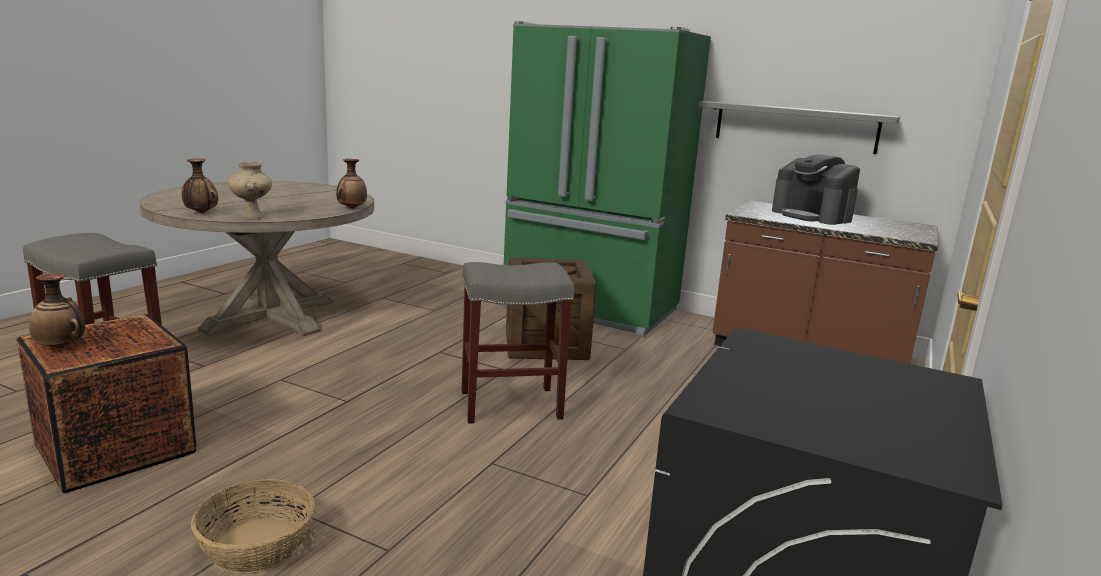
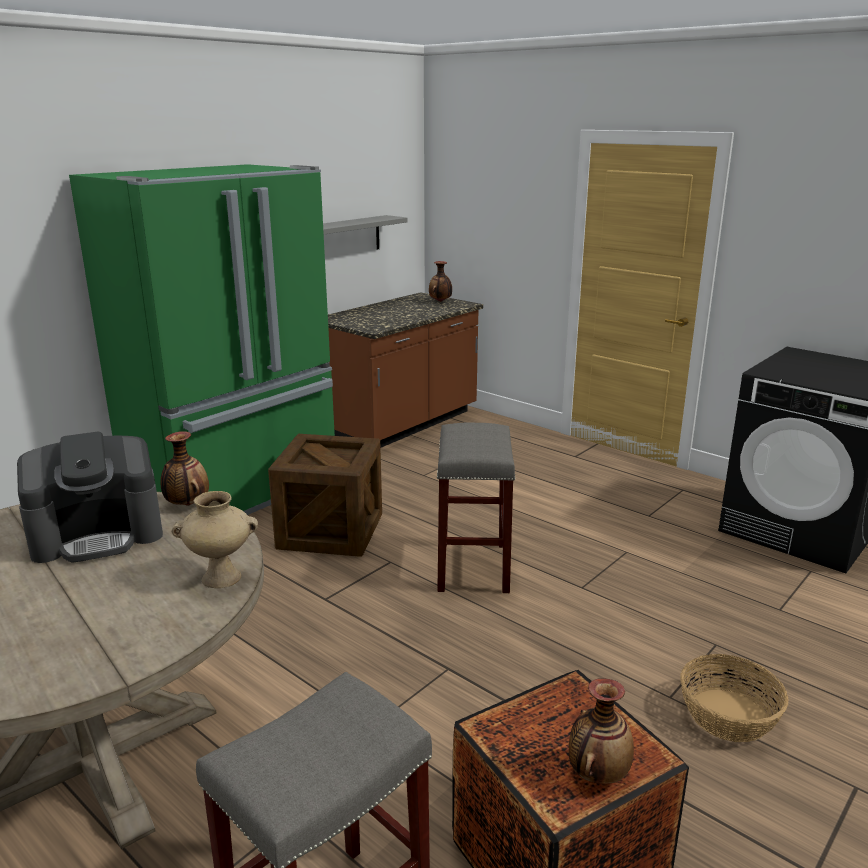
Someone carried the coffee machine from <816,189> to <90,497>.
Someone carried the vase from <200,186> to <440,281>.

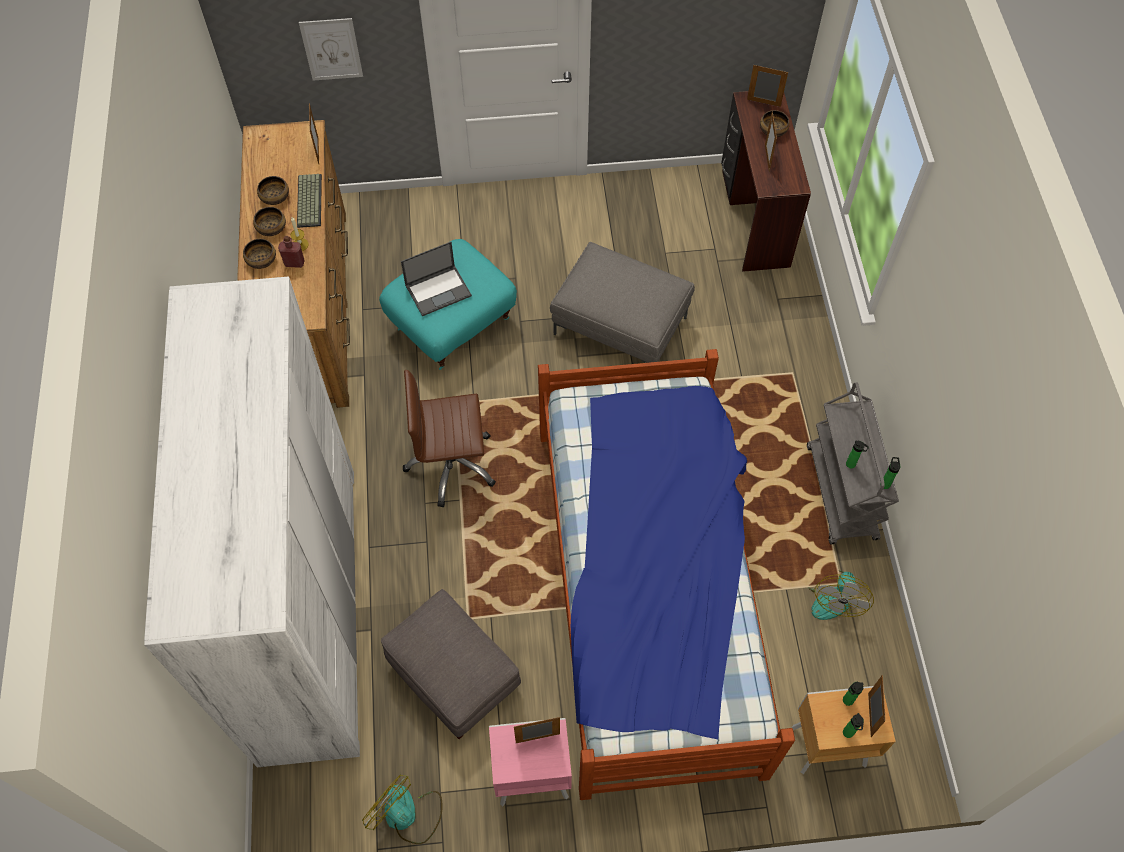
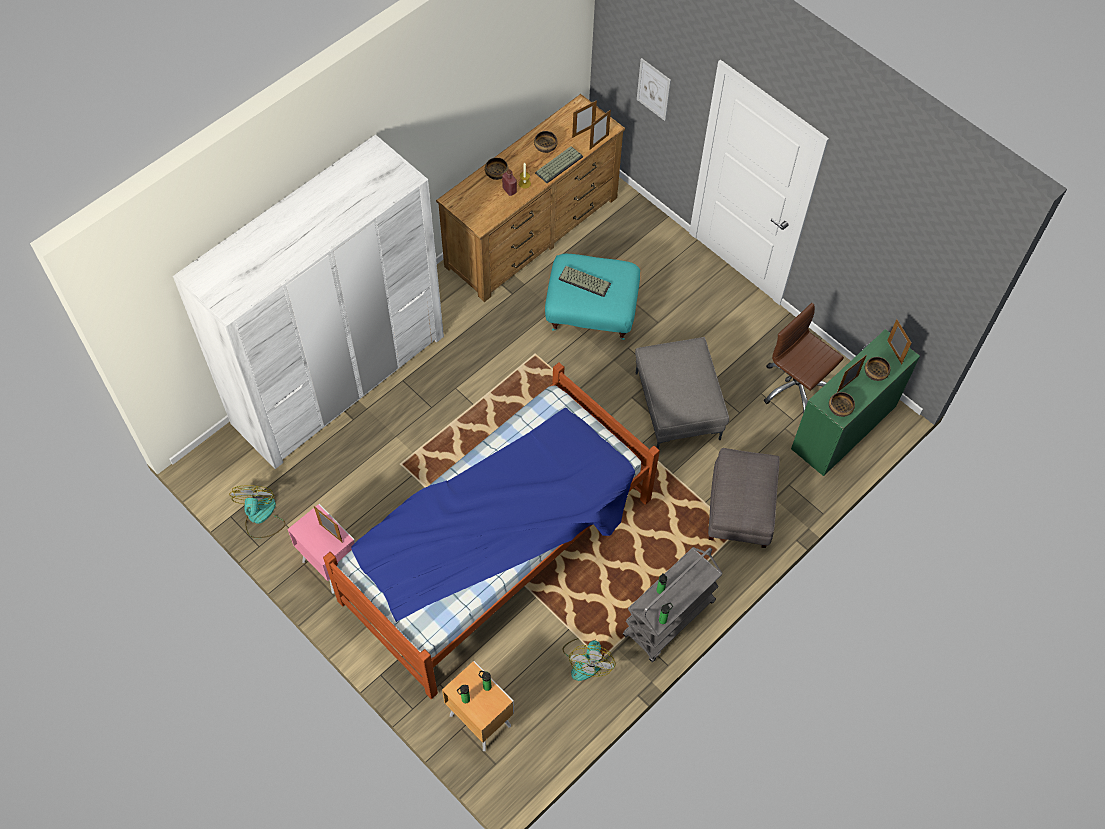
Someone repainted the desk in brown at <766,181>, which became the desk in green at <855,402>.
Someone carried the bowl from <269,221> to <842,404>.
Someone swapped the laptop at <436,279> for the keyboard at <584,281>.
Someone carried the office chair in brown from <449,438> to <804,358>.
Someone rotated the fan at <841,595> by 60 degrees counterclockwise.
Someone carried the ottoman in grey from <451,664> to <744,498>.
Someone carried the picture frame from <877,706> to <584,119>.

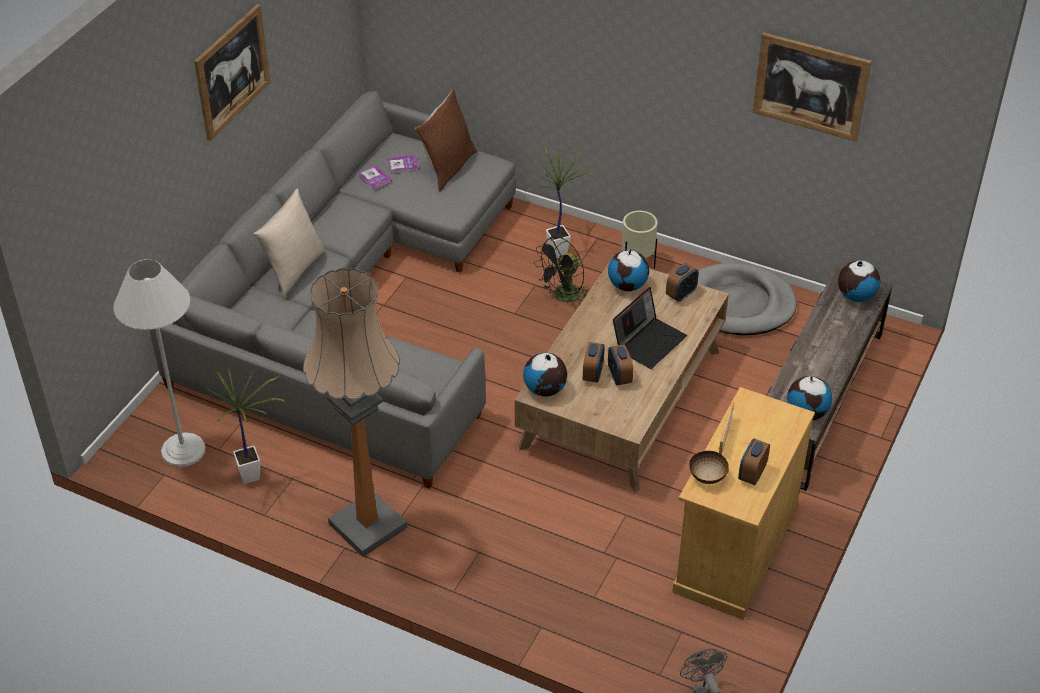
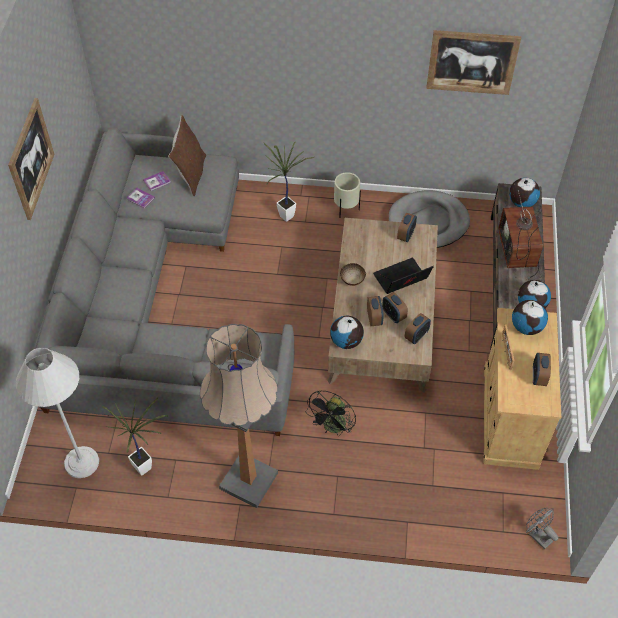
Someone took away the pillow in beige at <289,242>.
Someone carried the fan in black from <561,270> to <330,413>.
Someone carried the globe from <628,270> to <530,317>.
Someone rotated the laptop at <650,328> by 135 degrees counterclockwise.
Someone carried the bowl from <709,467> to <353,274>.
Someone put down the television at <521,234>.
Someone put down the alarm clock at <418,328>.

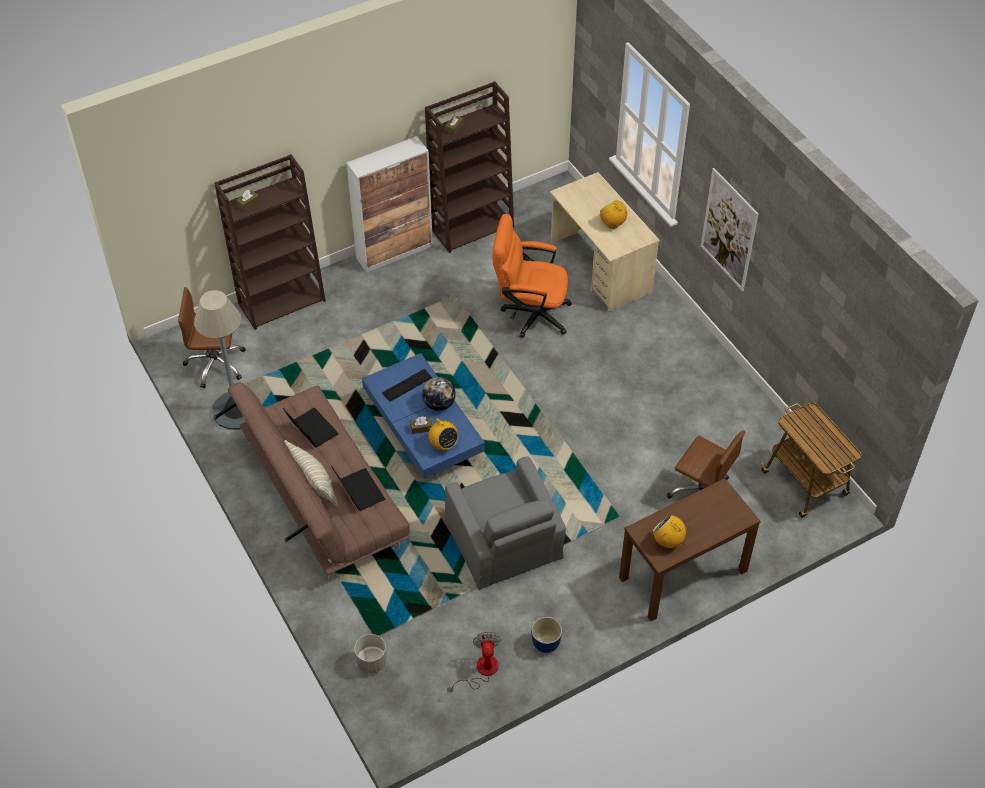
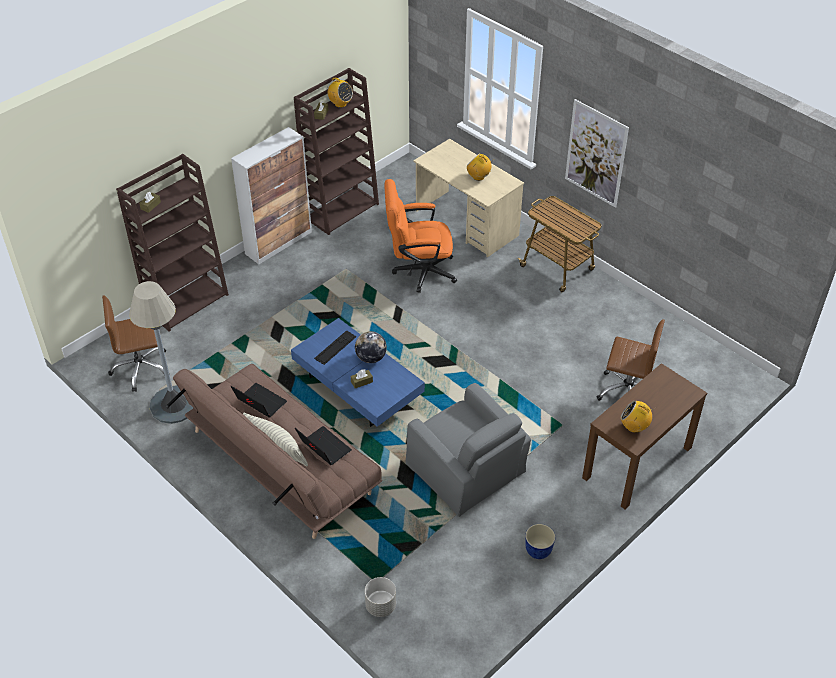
Someone carried the cart from <810,460> to <559,244>.
Someone carried the radio from <442,434> to <340,93>.
Someone took away the fan at <474,662>.

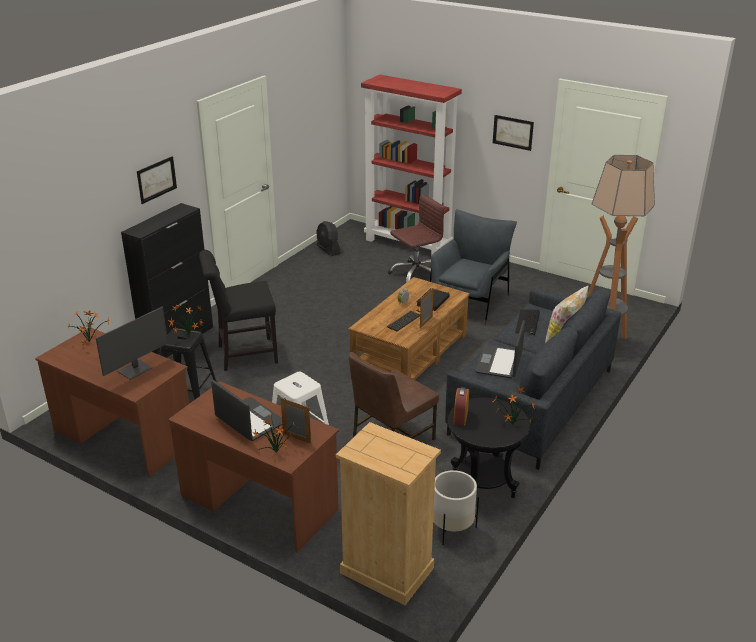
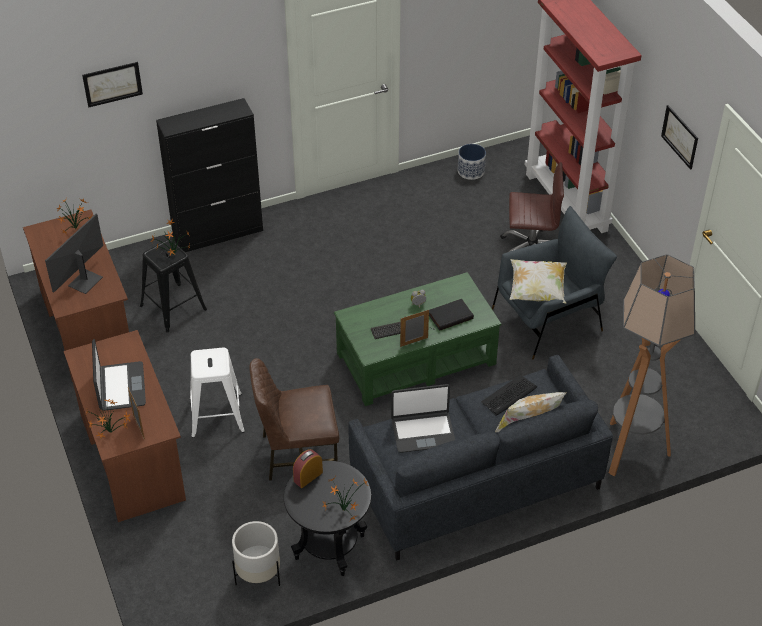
Someone carried the picture from <157,180> to <112,84>.
Someone swapped the fan in black at <328,238> for the planter at <472,162>.
Someone took away the chair in black at <238,310>.
Someone repainted the coffee table in brown at <409,328>, which became the coffee table in green at <417,339>.
Someone rotated the monitor at <132,343> by 135 degrees clockwise.
Someone rotated the laptop at <500,349> by 150 degrees counterclockwise.
Someone took away the dresser in beige at <388,513>.
Someone put down the pillow at <538,281>.

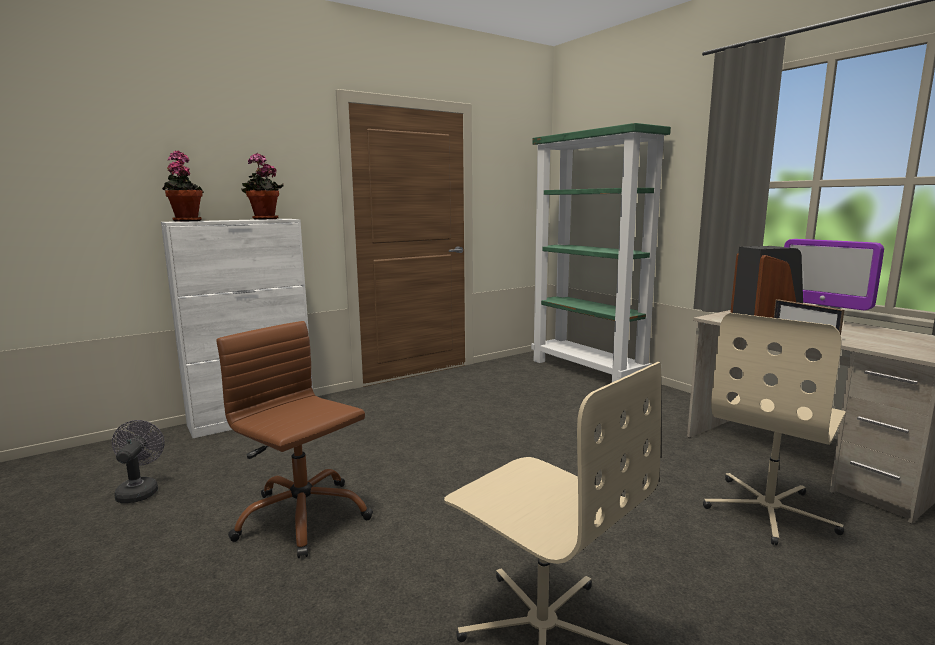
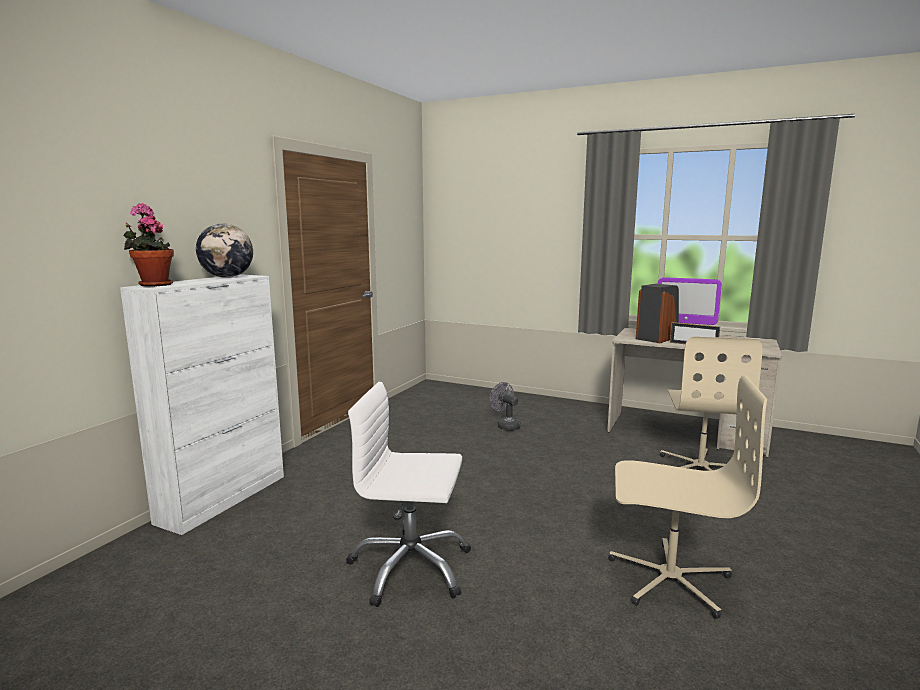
Someone took away the bookcase in green at <601,252>.
Someone swapped the potted plant at <262,186> for the globe at <224,251>.
Someone repainted the office chair in brown at <294,439>, which became the office chair in white at <408,494>.
Someone carried the fan in grey from <138,461> to <505,406>.

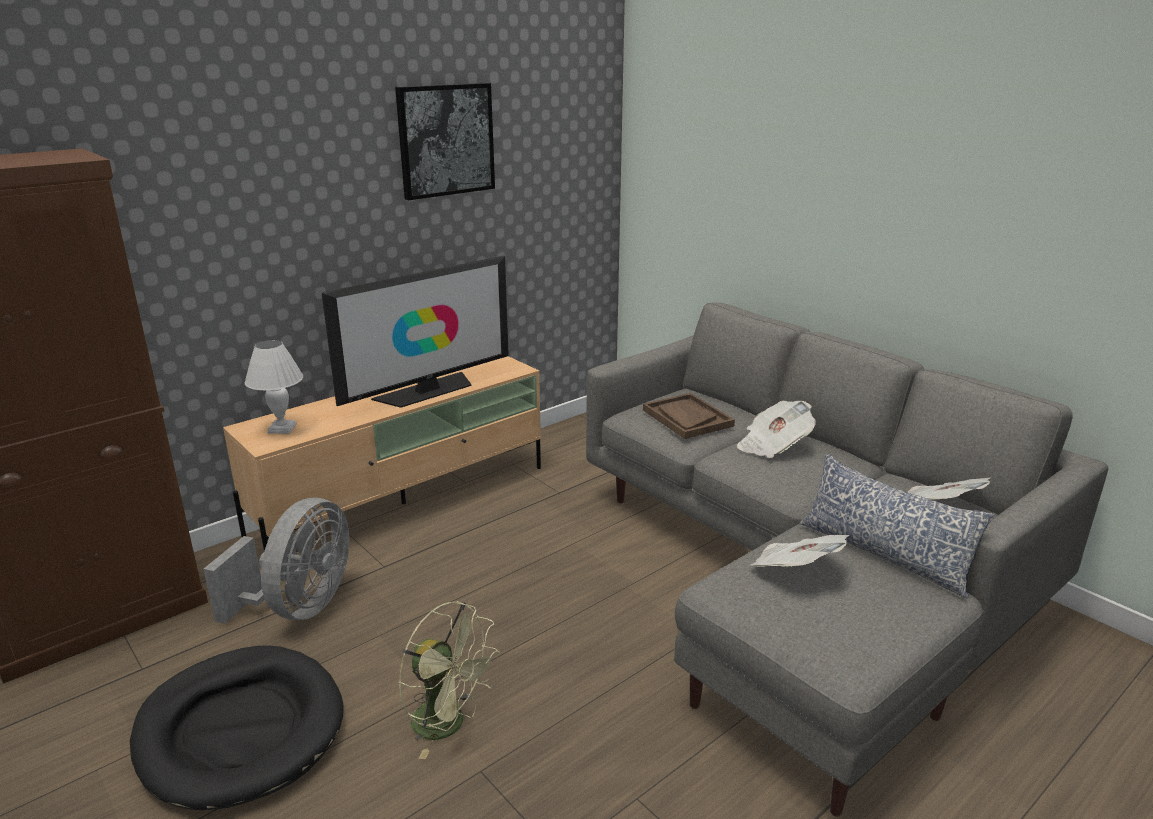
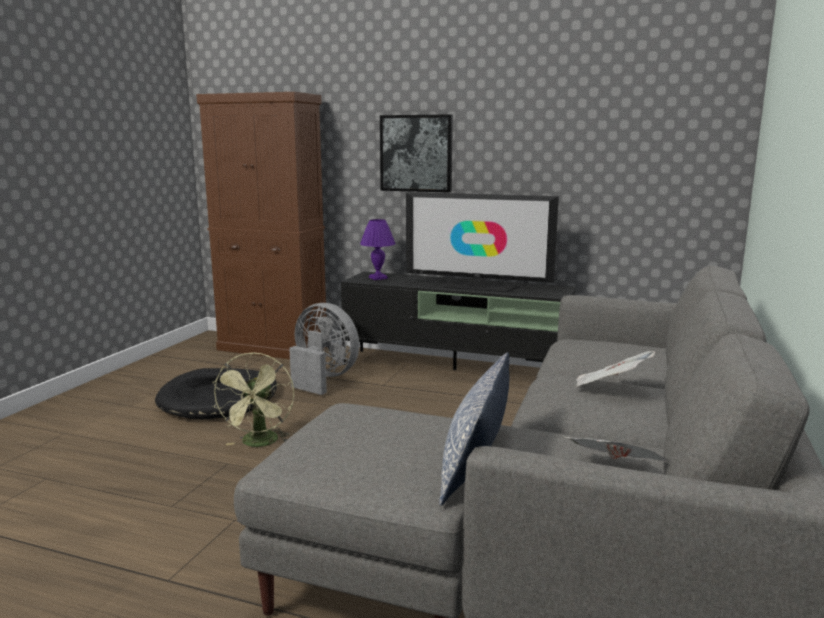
Someone carried the picture from <445,141> to <416,153>.
Someone repainted the table lamp in white at <274,387>, which became the table lamp in purple at <378,249>.
Someone repainted the tv stand in beige at <382,453>, which became the tv stand in black at <458,321>.
Someone took away the tray in brown at <689,416>.
Someone rotated the fan in grey at <276,561> by 135 degrees counterclockwise.
Someone took away the newspaper at <799,551>.

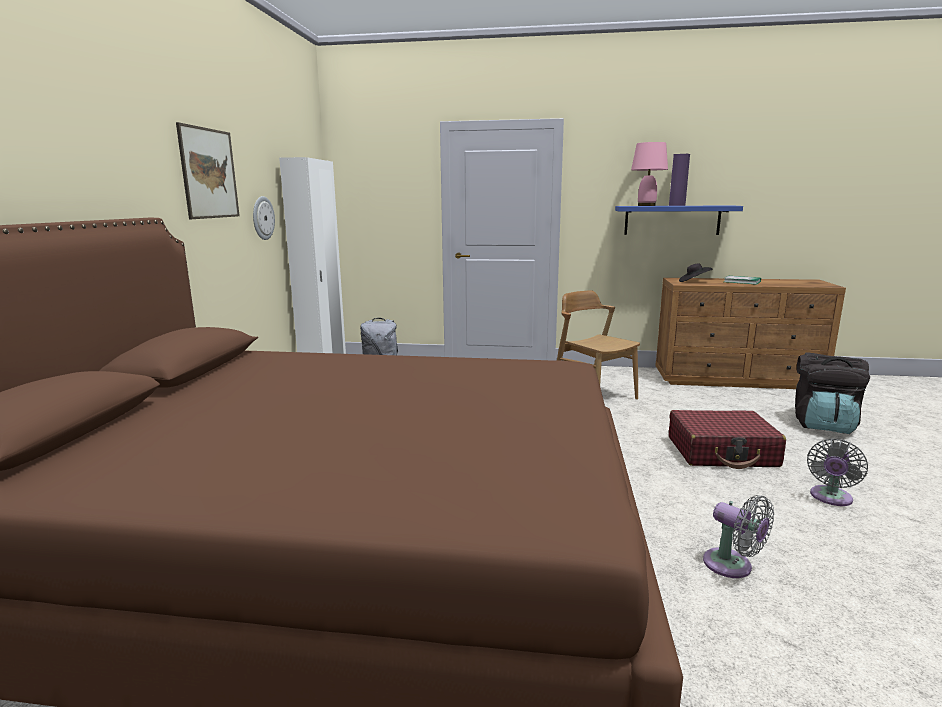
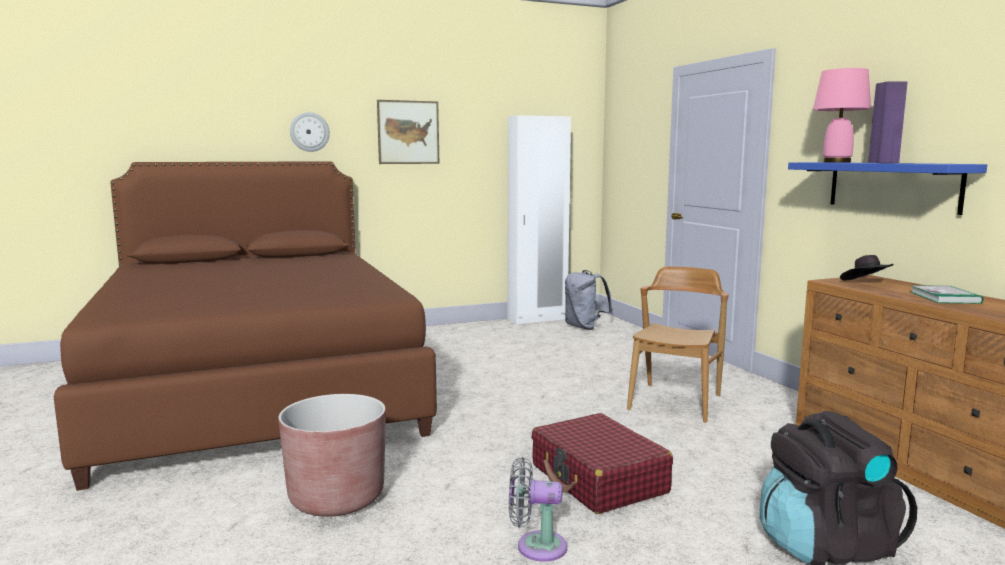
Someone carried the wall clock from <264,218> to <310,132>.
Someone swapped the fan in grey at <738,536> for the planter in brown at <332,455>.

